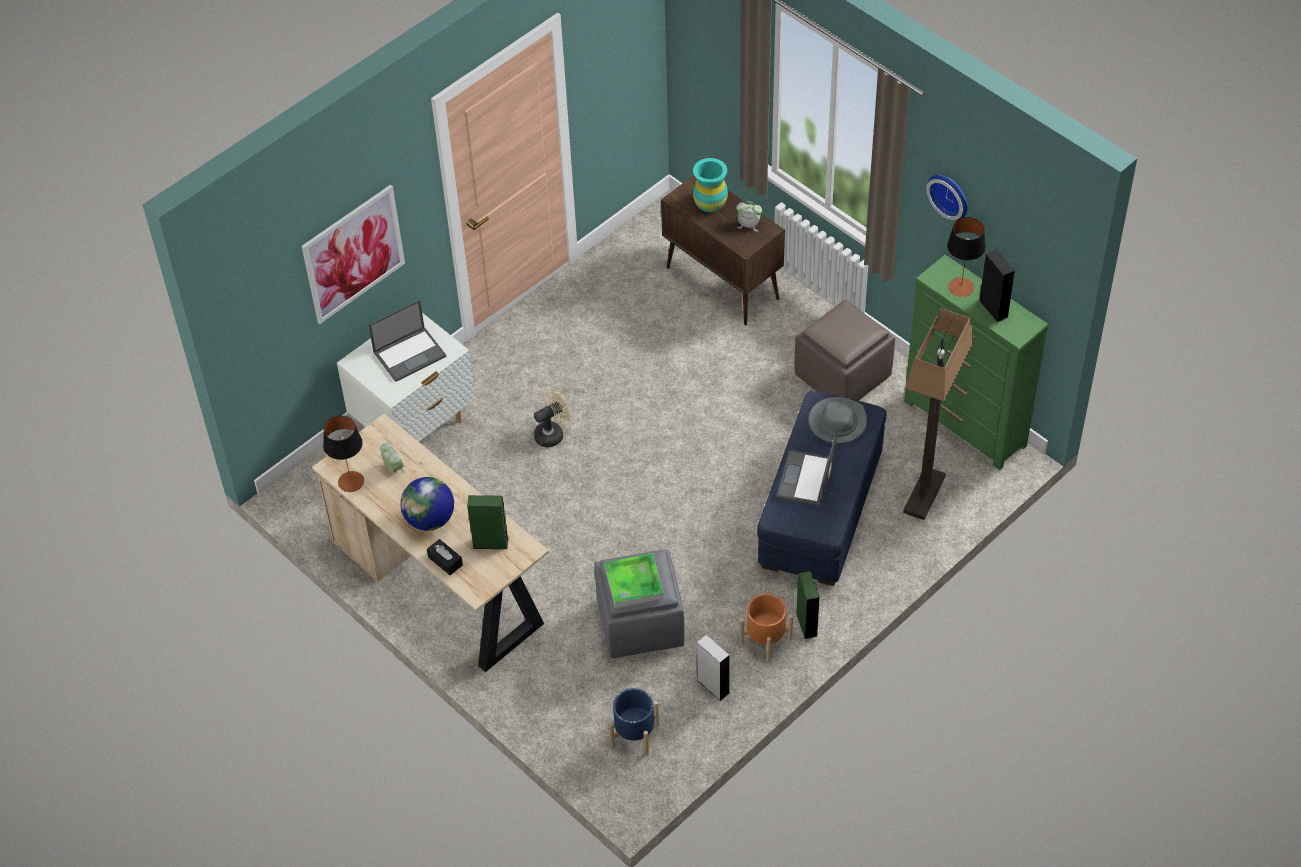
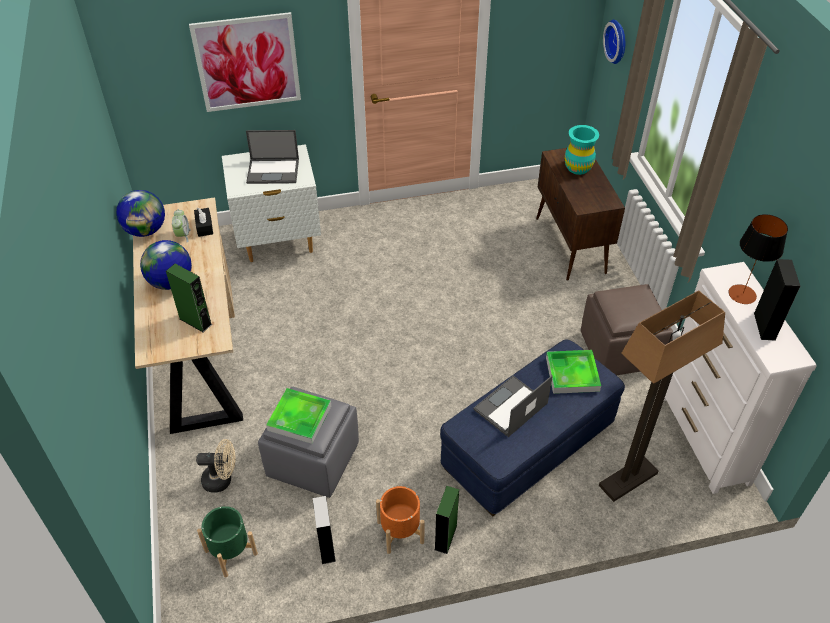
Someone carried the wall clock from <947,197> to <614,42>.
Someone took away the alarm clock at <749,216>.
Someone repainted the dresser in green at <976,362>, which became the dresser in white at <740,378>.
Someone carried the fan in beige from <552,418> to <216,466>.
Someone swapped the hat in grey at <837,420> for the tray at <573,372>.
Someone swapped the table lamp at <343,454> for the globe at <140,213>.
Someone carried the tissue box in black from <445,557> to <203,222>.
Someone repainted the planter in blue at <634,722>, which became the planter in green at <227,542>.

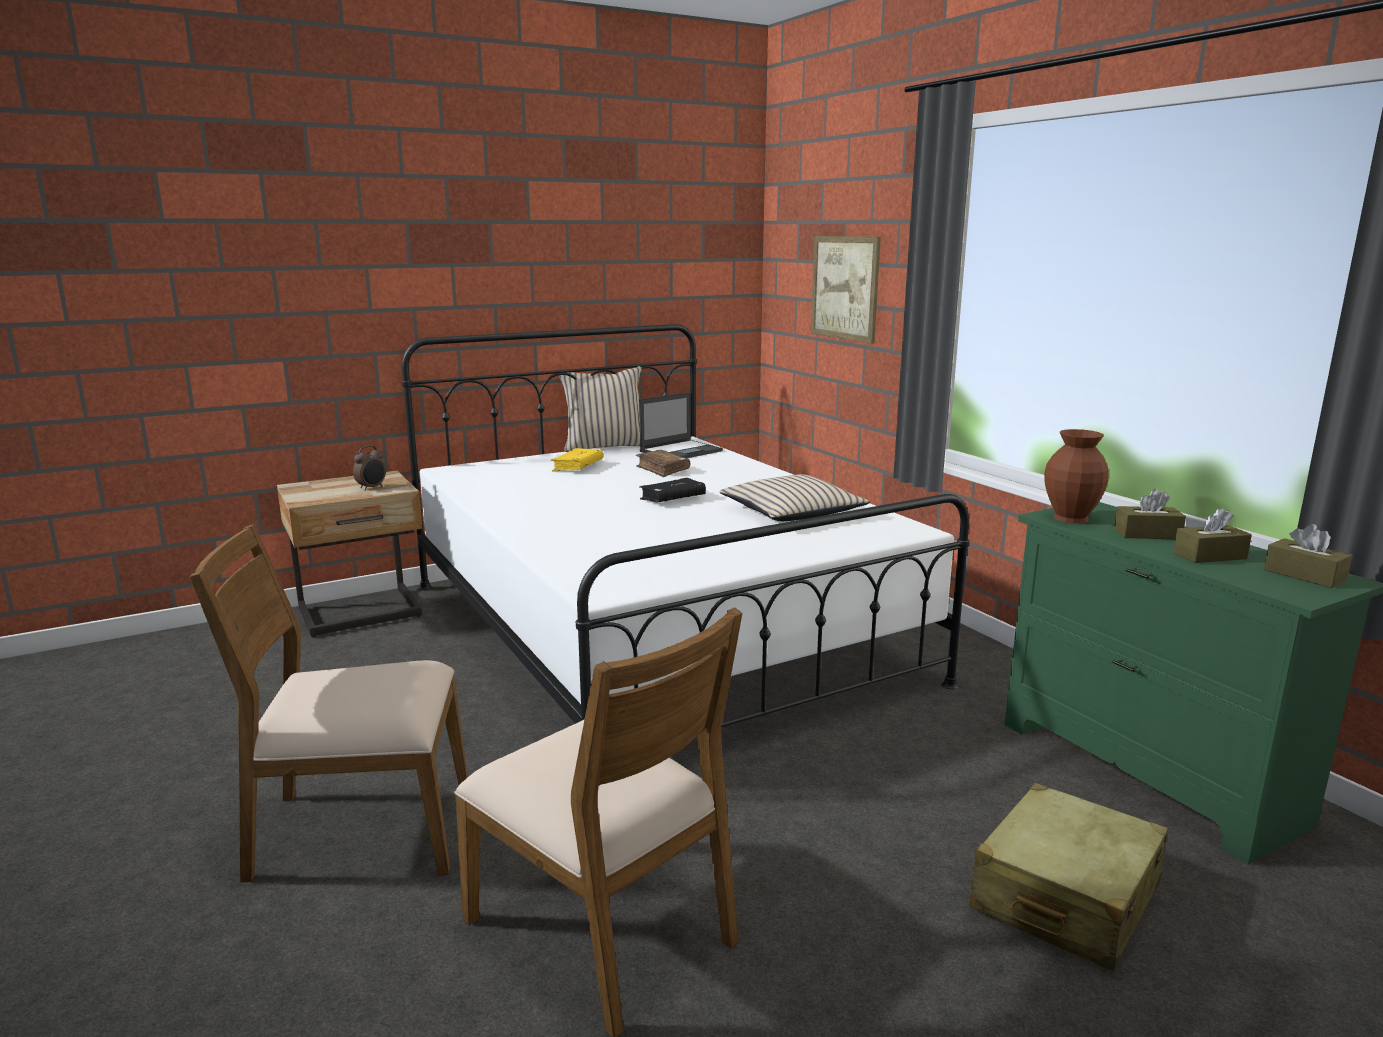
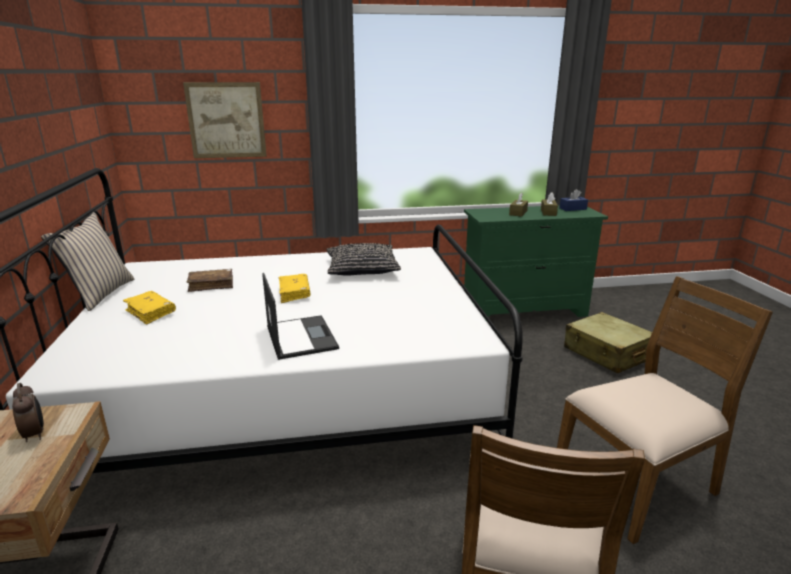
Someone carried the laptop from <681,425> to <300,316>.
Someone took away the vase in brown at <1076,476>.
Someone repainted the pillow in beige at <794,497>, which became the pillow in black at <363,259>.
Someone repainted the book in black at <672,490>, which became the book in yellow at <295,288>.
Someone repainted the tissue box in brown at <1308,556>, which became the tissue box in blue at <573,200>.

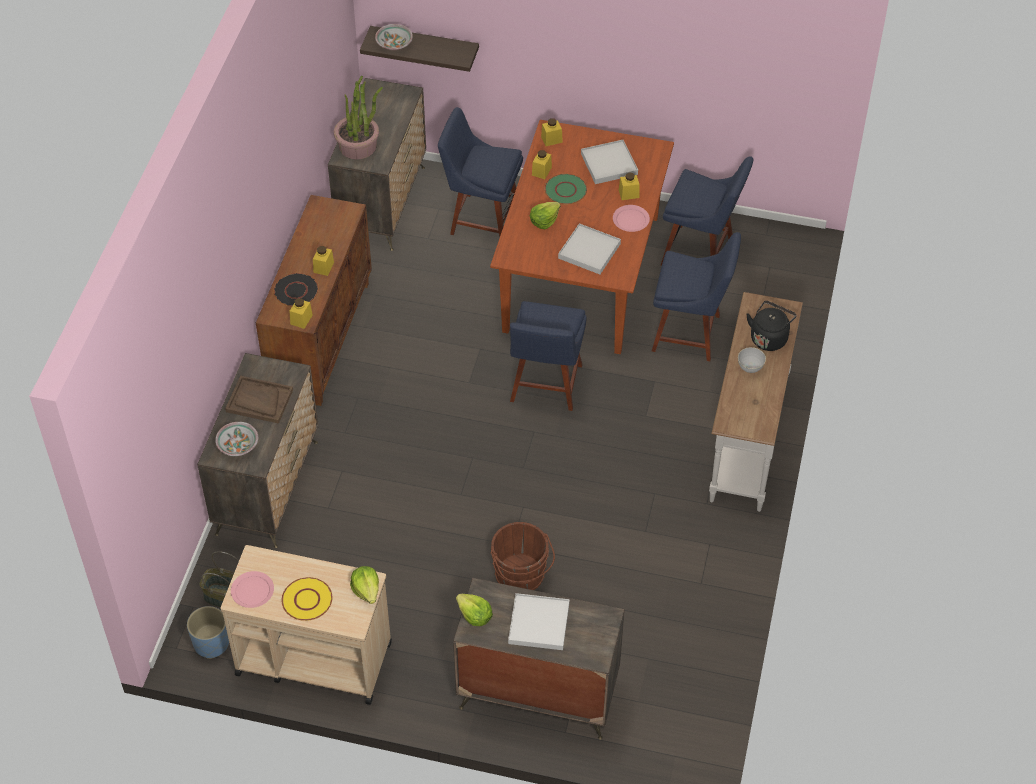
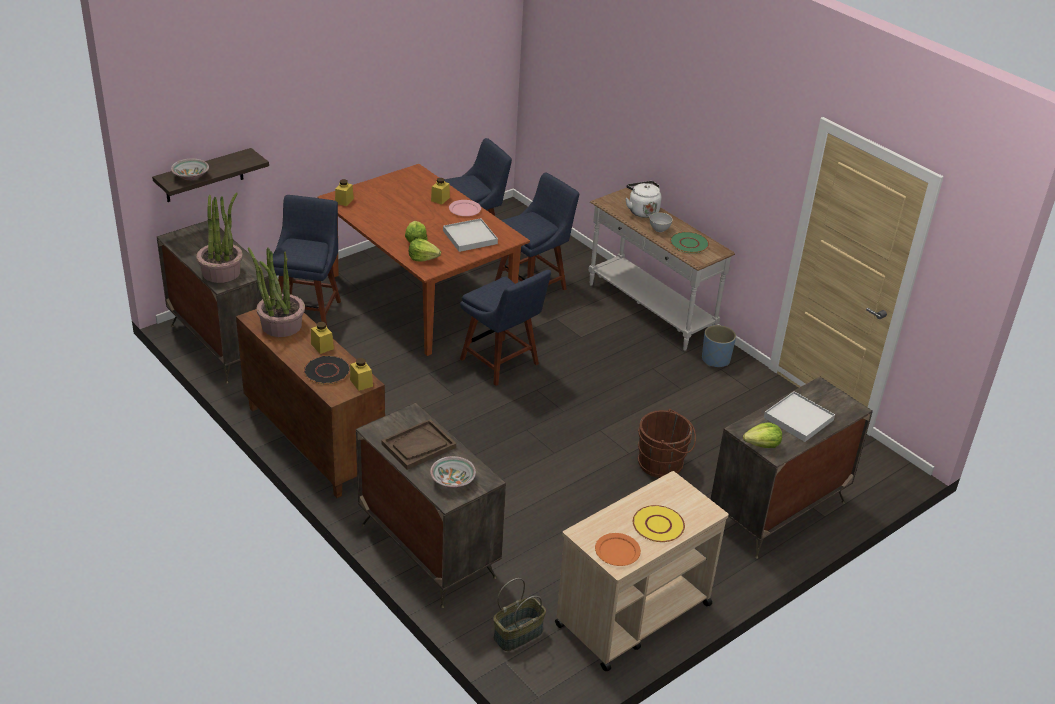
Someone rotated the chair in blue at <480,172> by 135 degrees clockwise.
Someone took away the tray in white at <609,162>.
Someone took away the jar in yellow at <542,164>.
Someone carried the plate in green from <565,189> to <689,242>.
Someone repainted the kettle in black at <771,326>, which became the kettle in white at <643,199>.
Someone carried the lettuce from <364,585> to <425,250>.
Someone repainted the plate in pink at <252,589>, which became the plate in orange at <618,549>.
Someone carried the planter in blue from <208,632> to <719,346>.
Someone put down the potted plant at <276,292>.

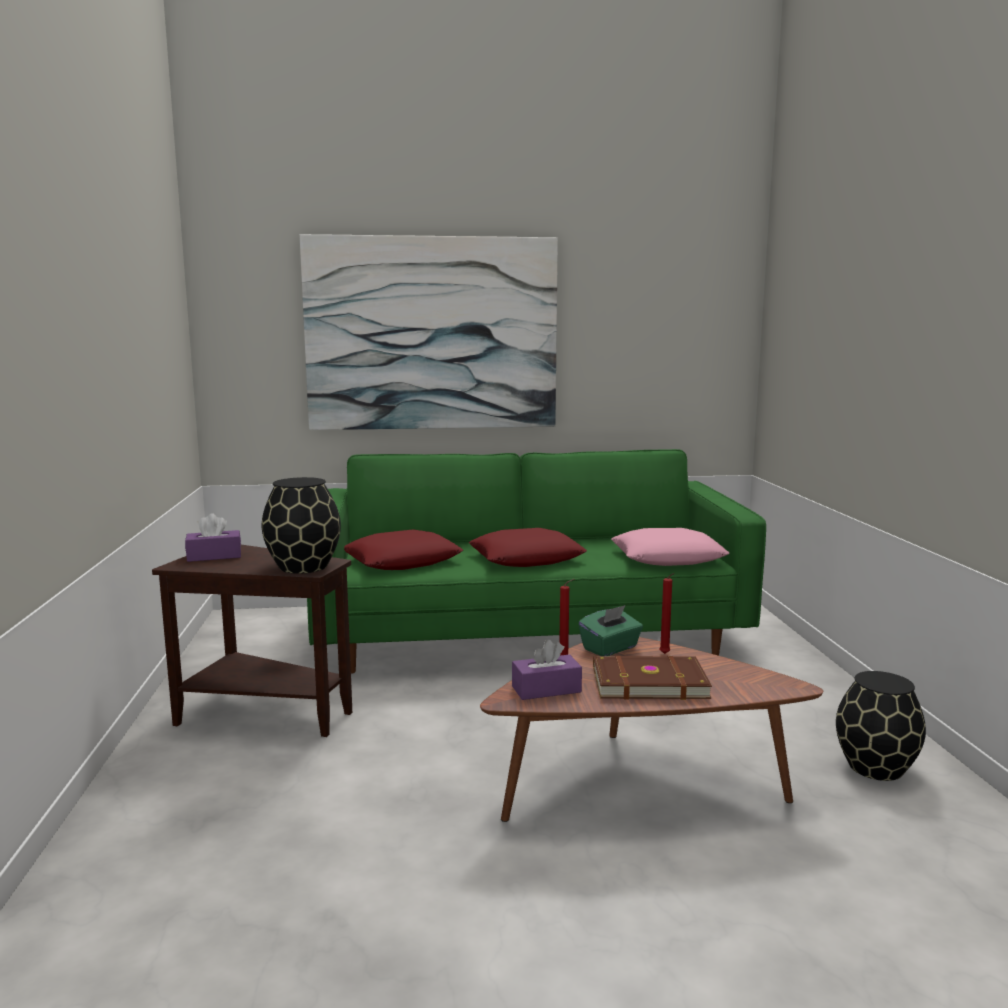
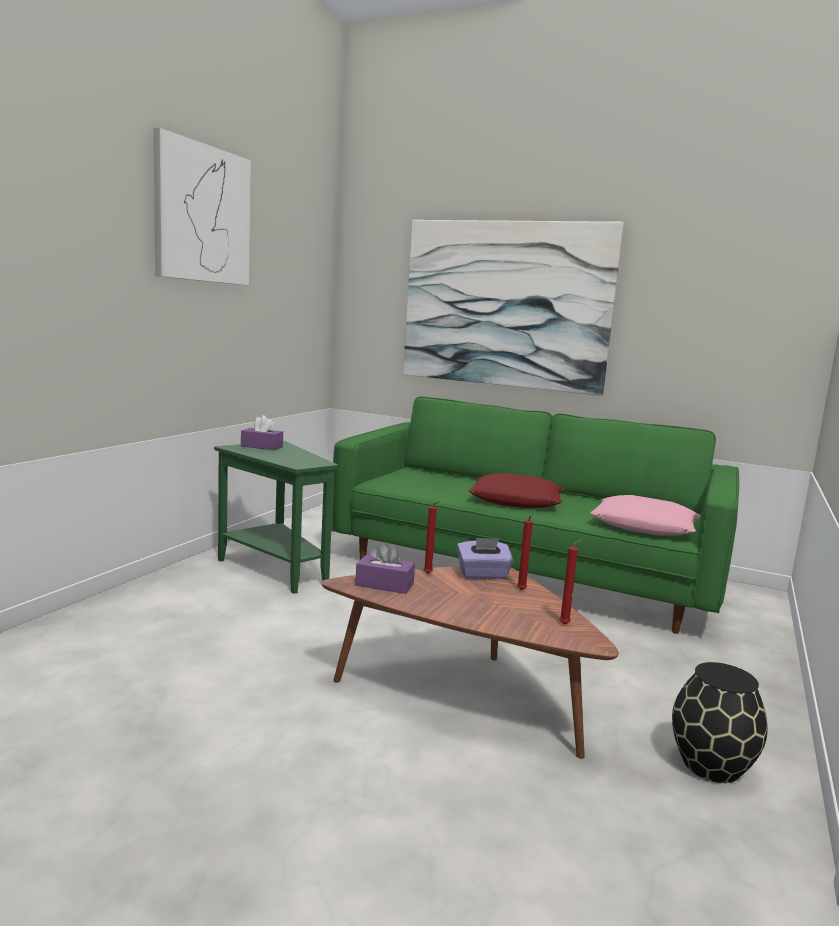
Someone took away the vase in black at <301,525>.
Someone took away the pillow in red at <403,550>.
Someone repainted the side table in brown at <252,641>, which became the side table in green at <276,517>.
Someone repainted the tissue box in green at <610,630>, which became the tissue box in purple at <485,558>.
Someone took away the book in brown at <652,678>.
Someone put up the picture at <202,206>.
Someone put down the candle in red at <570,582>.

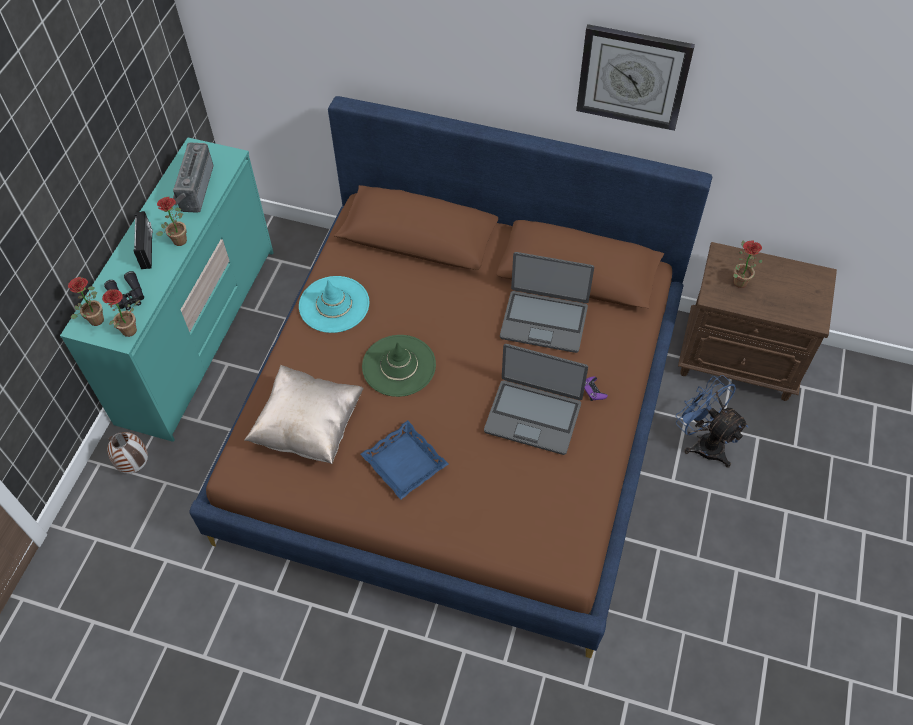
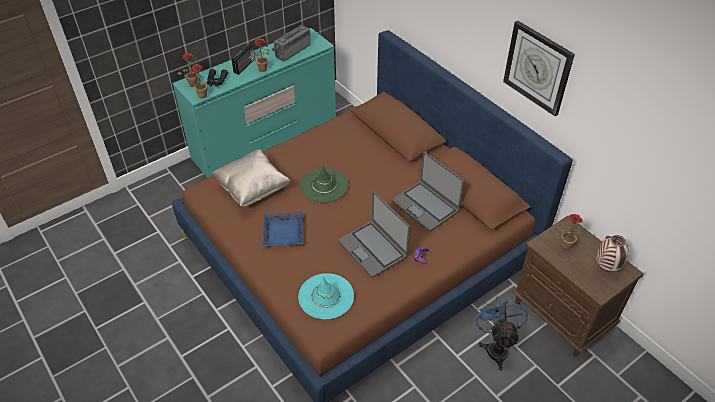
Someone carried the hat in turquoise from <334,304> to <326,296>.
Someone carried the vase from <127,453> to <612,253>.

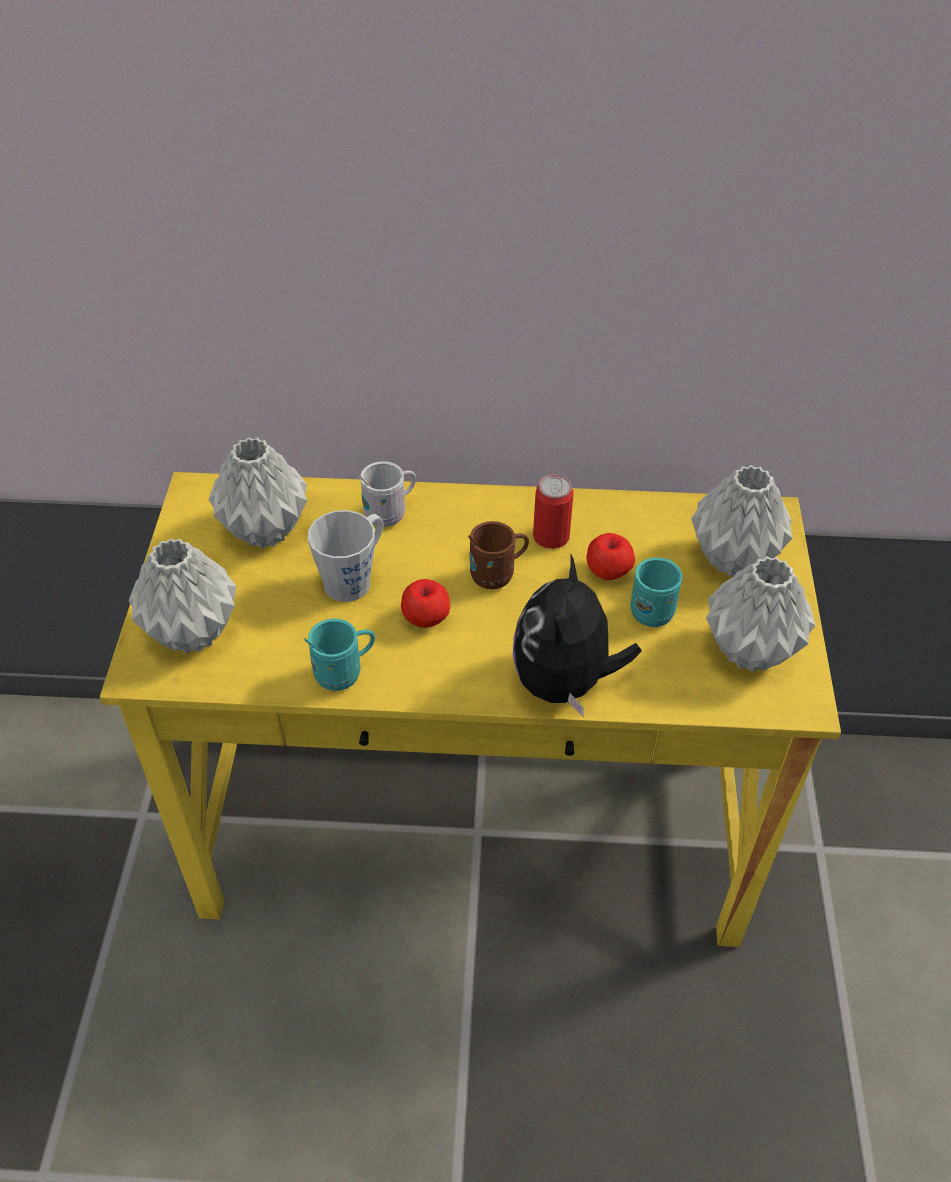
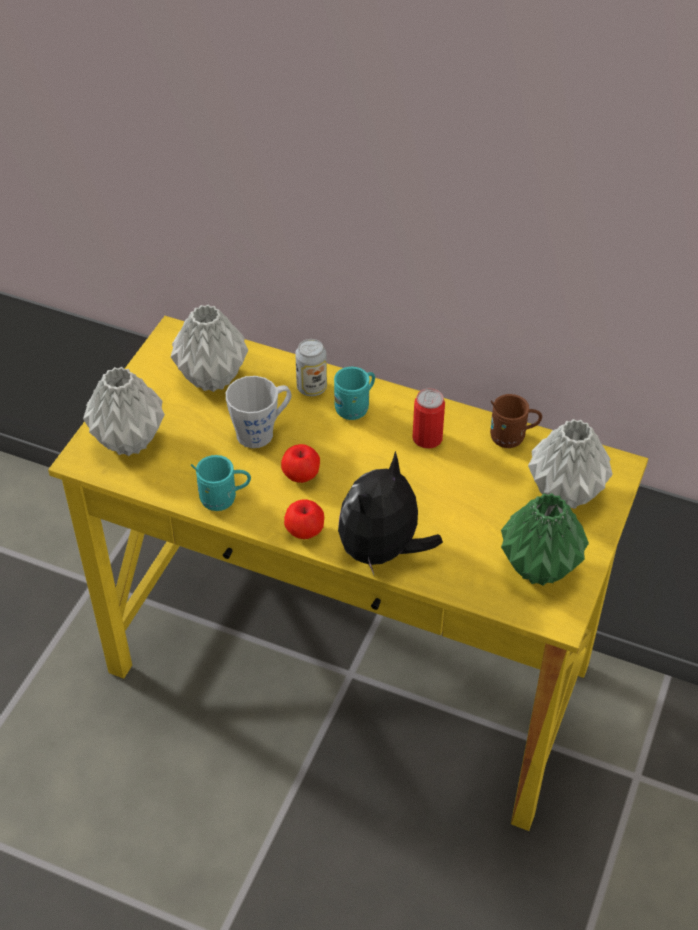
Someone swapped the mug in white at <387,494> for the can at <311,367>.
Someone carried the mug in brown from <498,555> to <516,421>.
Someone carried the apple from <610,556> to <304,519>.
Someone repainted the vase in grey at <760,614>, which became the vase in green at <545,539>.
Someone carried the mug in turquoise from <657,592> to <354,393>.

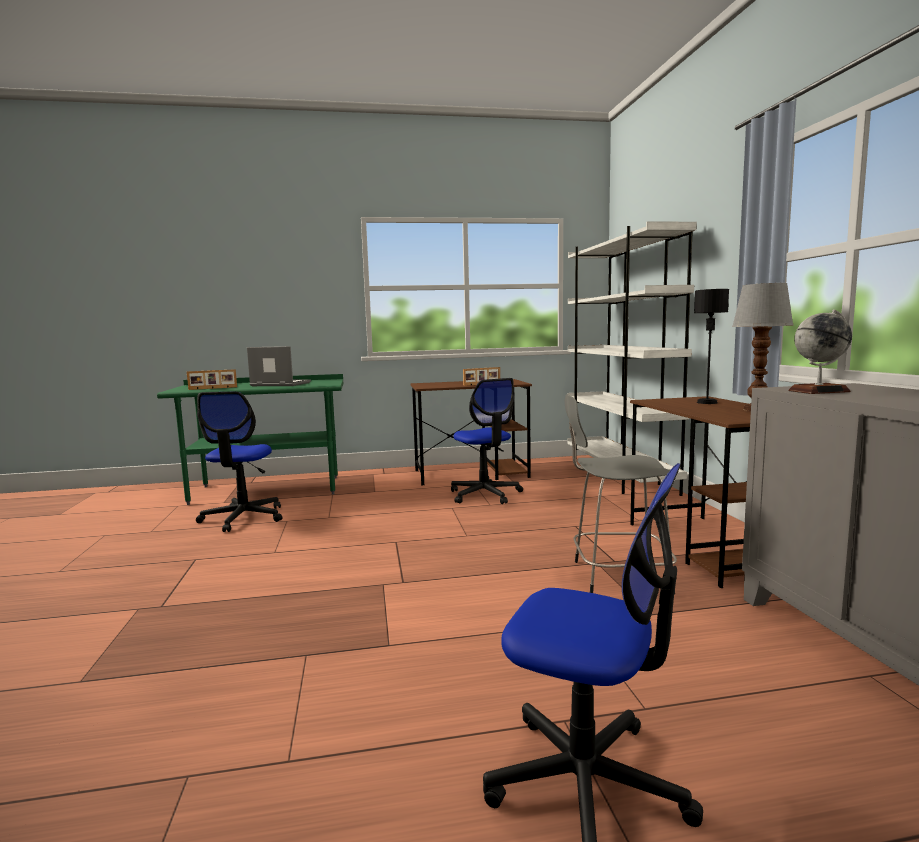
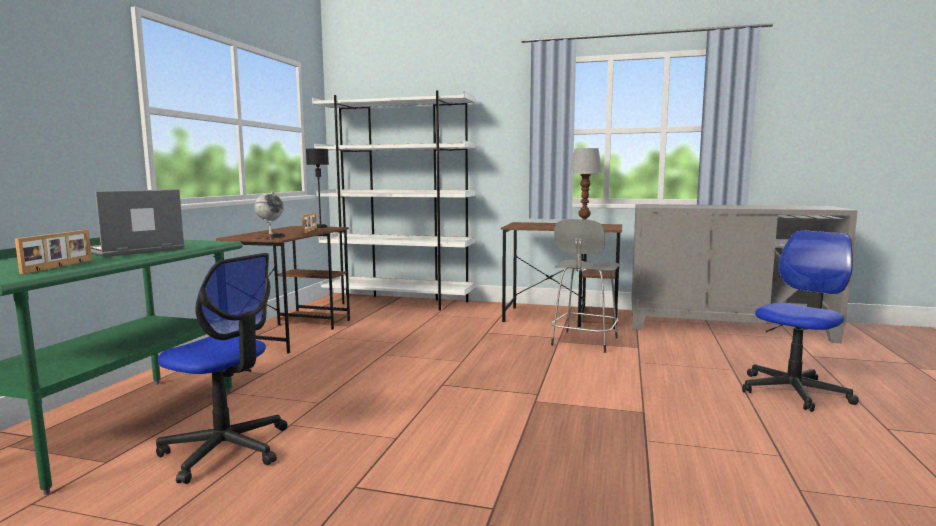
Someone carried the table lamp in black from <711,346> to <317,188>.
Someone carried the globe from <820,352> to <270,215>.
Someone took away the office chair at <487,441>.

